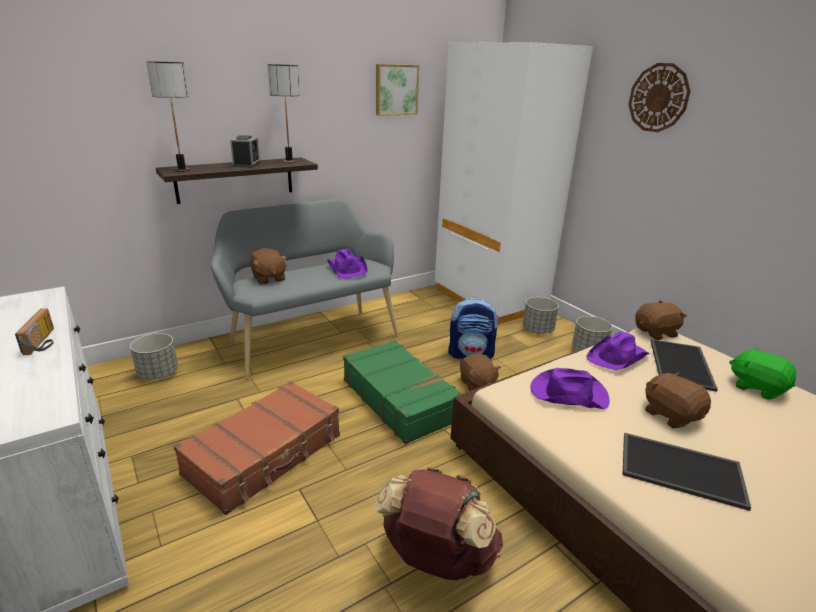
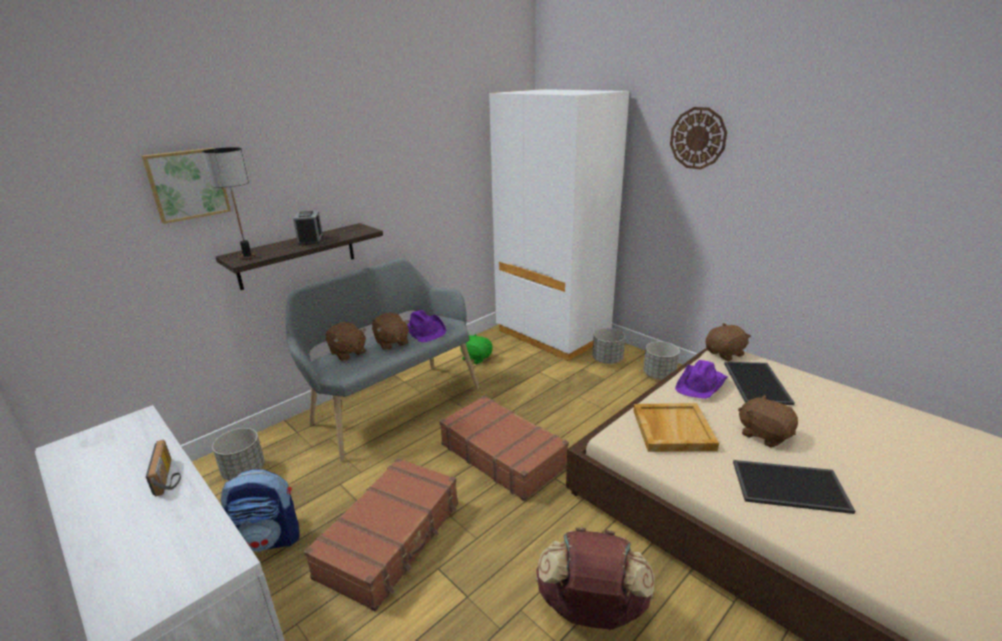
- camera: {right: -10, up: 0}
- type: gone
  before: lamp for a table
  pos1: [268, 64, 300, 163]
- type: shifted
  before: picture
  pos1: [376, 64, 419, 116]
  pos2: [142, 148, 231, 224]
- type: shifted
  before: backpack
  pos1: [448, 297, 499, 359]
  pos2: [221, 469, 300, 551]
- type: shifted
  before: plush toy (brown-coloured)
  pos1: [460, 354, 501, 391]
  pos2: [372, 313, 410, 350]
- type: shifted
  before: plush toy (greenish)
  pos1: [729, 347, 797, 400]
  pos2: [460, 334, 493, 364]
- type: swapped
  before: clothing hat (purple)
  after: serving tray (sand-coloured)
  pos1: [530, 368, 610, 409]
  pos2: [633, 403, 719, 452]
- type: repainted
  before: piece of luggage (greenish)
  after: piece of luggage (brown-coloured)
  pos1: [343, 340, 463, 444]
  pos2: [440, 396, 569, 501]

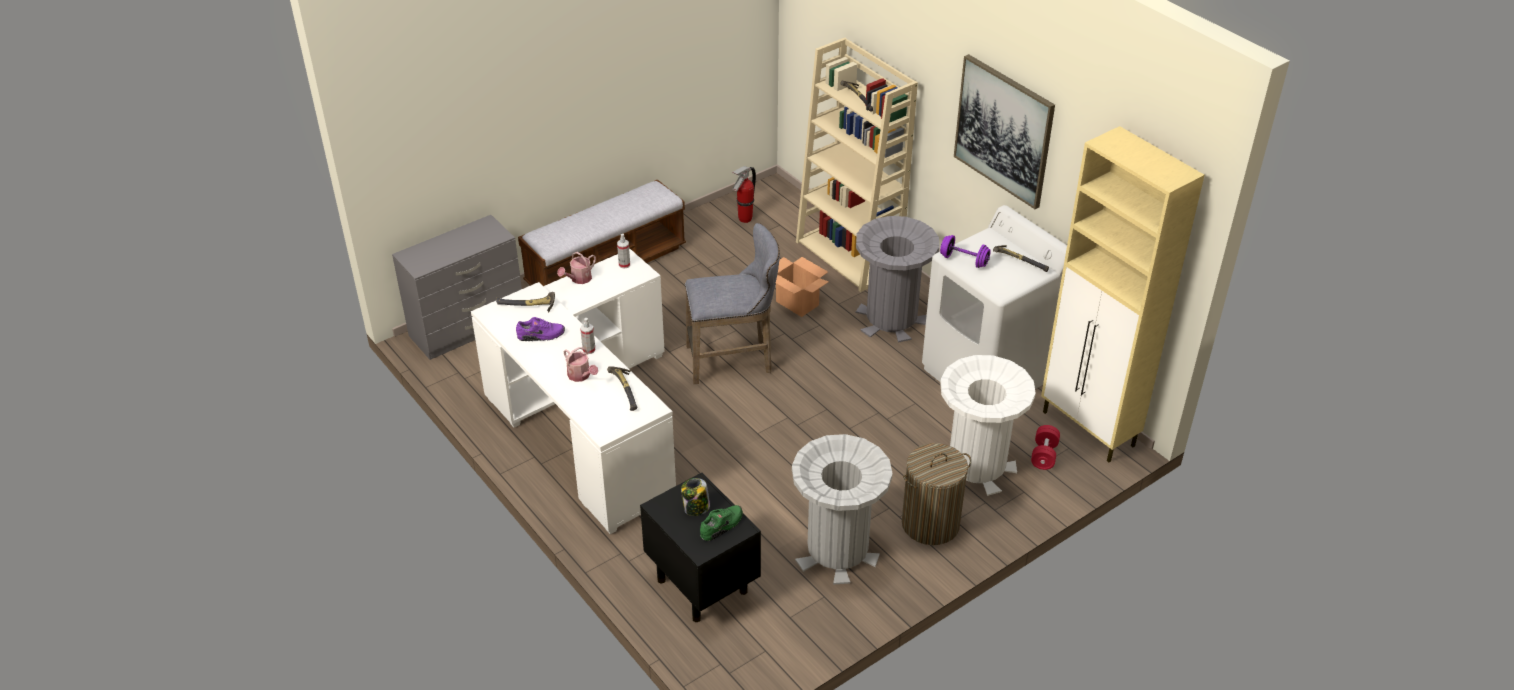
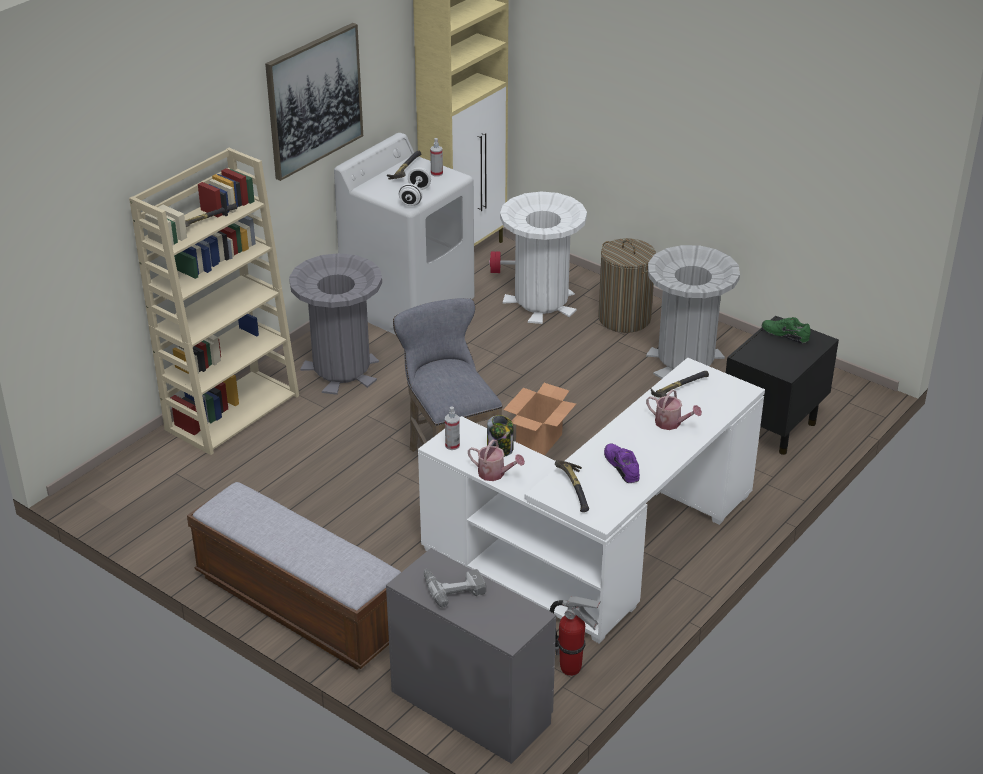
- camera: {right: -105, up: -5}
- type: new
  after: drill
  pos2: [424, 569, 486, 608]
- type: shifted
  before: spray bottle
  pos1: [580, 318, 595, 354]
  pos2: [430, 138, 443, 177]
- type: shifted
  before: storage jar
  pos1: [681, 478, 710, 516]
  pos2: [487, 415, 514, 457]
- type: shifted
  before: fire-fighting cylinder
  pos1: [732, 166, 756, 223]
  pos2: [550, 597, 601, 676]
- type: shifted
  before: packing box
  pos1: [776, 257, 829, 317]
  pos2: [503, 383, 576, 456]
- type: repainted
  before: free weight (purple)
  after: free weight (white-coloured)
  pos1: [940, 235, 991, 268]
  pos2: [399, 168, 431, 206]
- type: rotated
  before: watering pot
  pos1: [564, 347, 598, 382]
  pos2: [646, 389, 702, 430]
  turn: 90

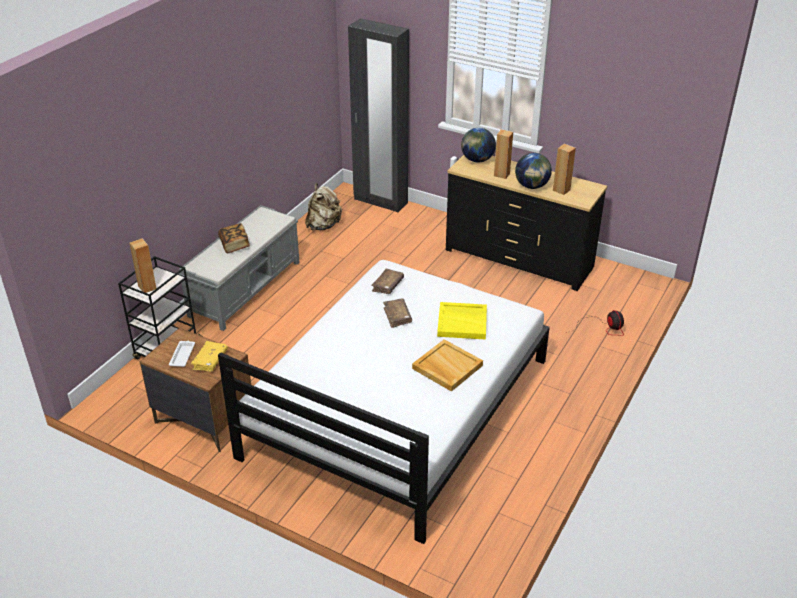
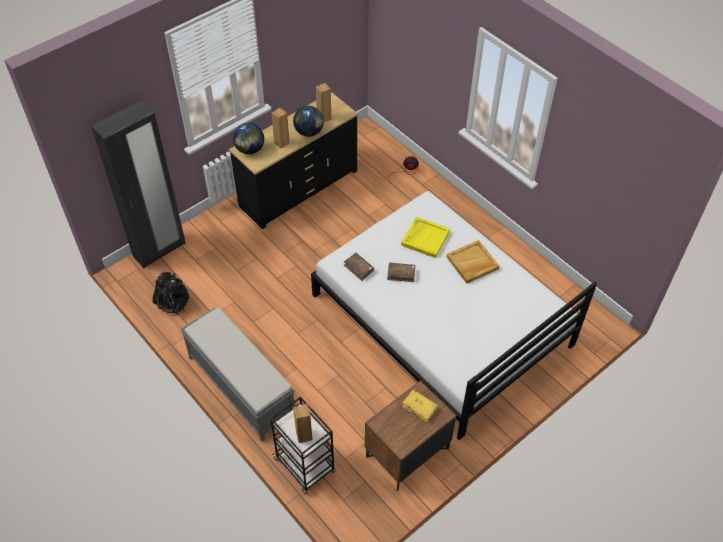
- camera: {right: -70, up: 15}
- type: gone
  before: serving tray (white-coloured)
  pos1: [169, 341, 195, 367]
- type: gone
  before: volume
  pos1: [218, 223, 250, 253]
- type: repainted
  before: backpack (sand-coloured)
  after: backpack (blackish)
  pos1: [305, 183, 342, 230]
  pos2: [152, 272, 190, 315]

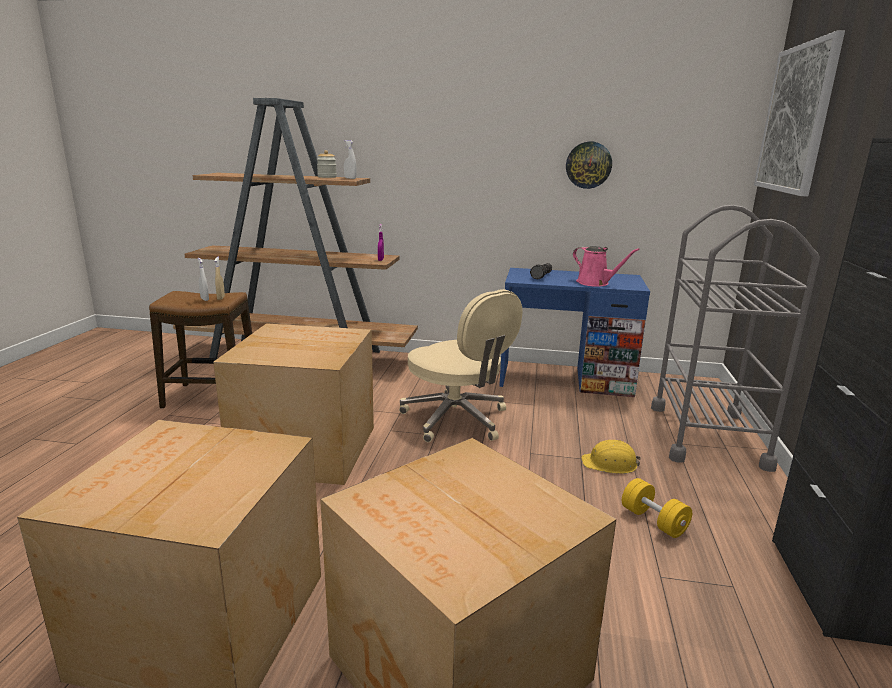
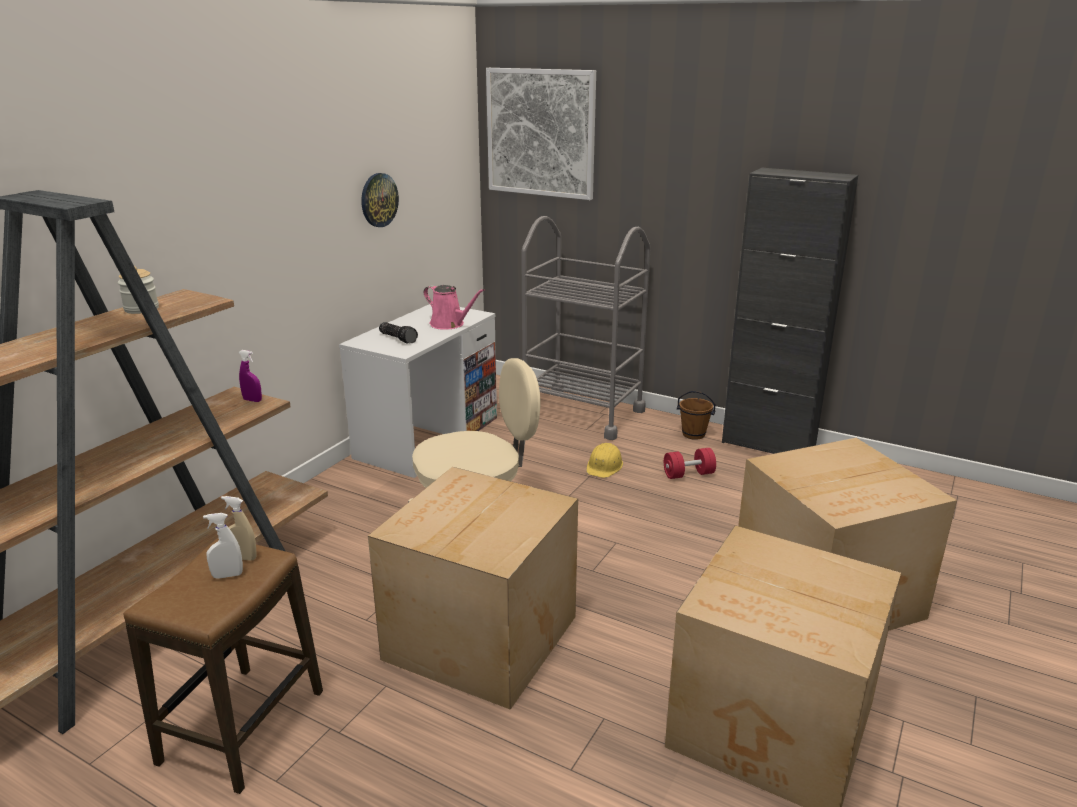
- camera: {right: -70, up: 5}
- type: gone
  before: spray bottle (white-coloured)
  pos1: [344, 140, 357, 179]
- type: new
  after: pail (brown-coloured)
  pos2: [677, 391, 716, 440]
- type: repainted
  before: desk (blue)
  after: desk (white-coloured)
  pos1: [499, 268, 650, 397]
  pos2: [339, 304, 497, 478]
- type: repainted
  before: free weight (yellow-coloured)
  after: free weight (reddish)
  pos1: [622, 478, 692, 538]
  pos2: [664, 448, 716, 479]
- type: rotated
  before: watering pot (pinkish)
  pos1: [573, 246, 640, 287]
  pos2: [424, 285, 485, 330]
  turn: 60

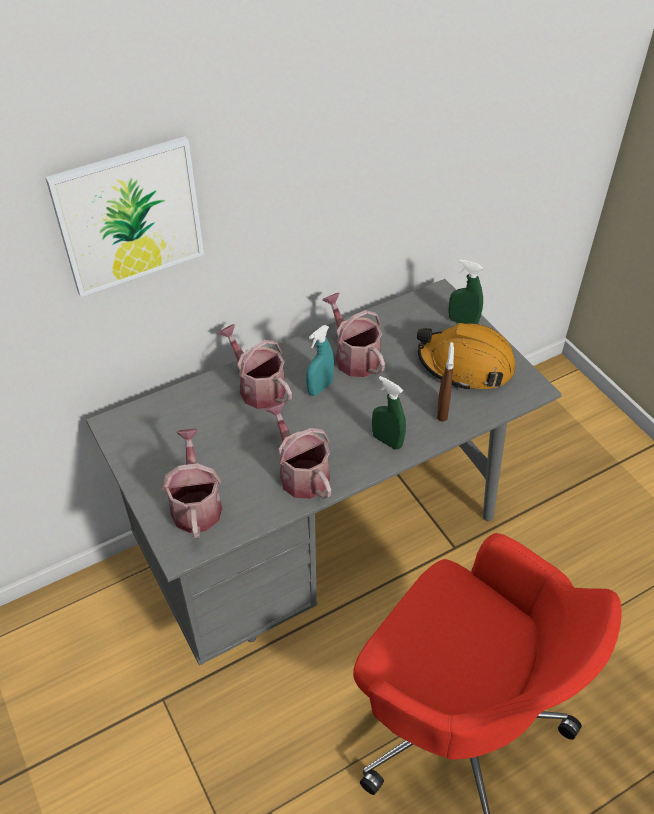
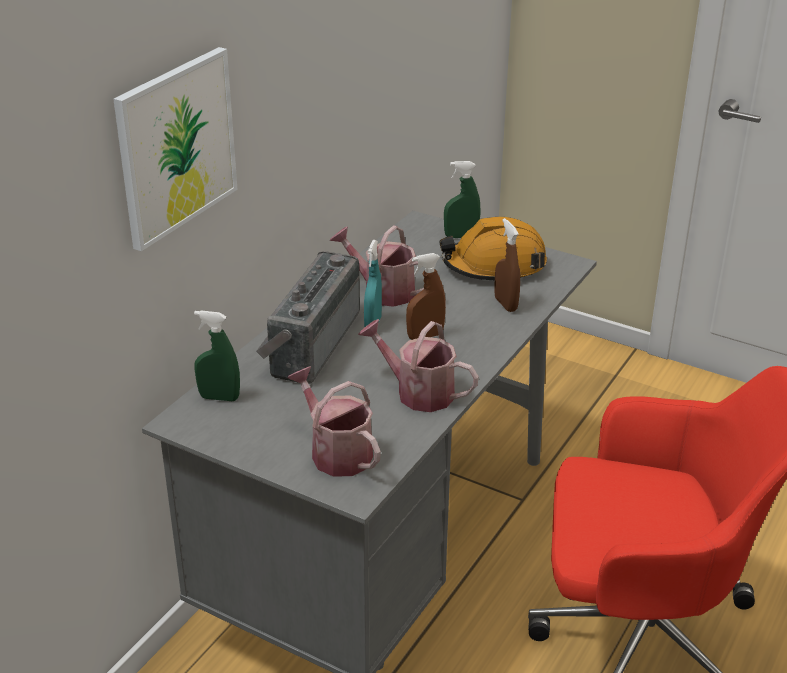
- camera: {right: -30, up: -15}
- type: new
  after: spray bottle (brown-coloured)
  pos2: [406, 253, 446, 340]
- type: shifted
  before: spray bottle (greenish)
  pos1: [372, 376, 406, 450]
  pos2: [194, 310, 240, 401]
- type: swapped
  before: watering pot
  after: radio set
  pos1: [218, 324, 292, 409]
  pos2: [256, 251, 360, 384]

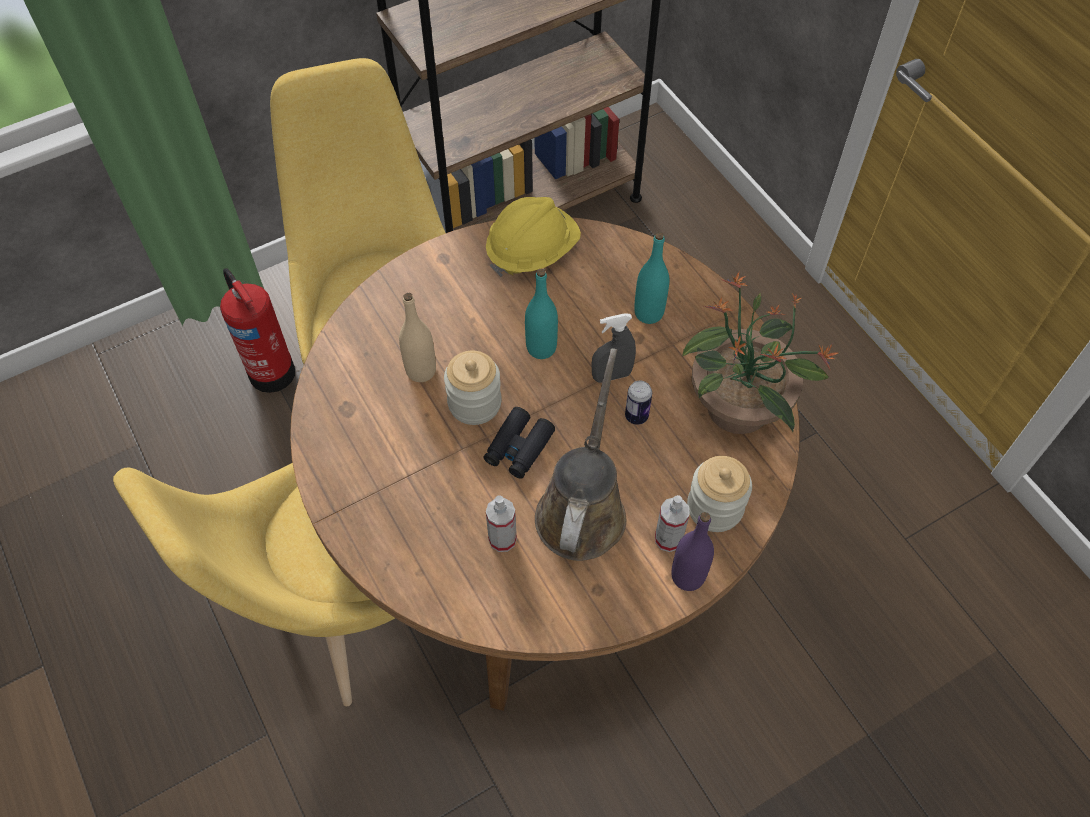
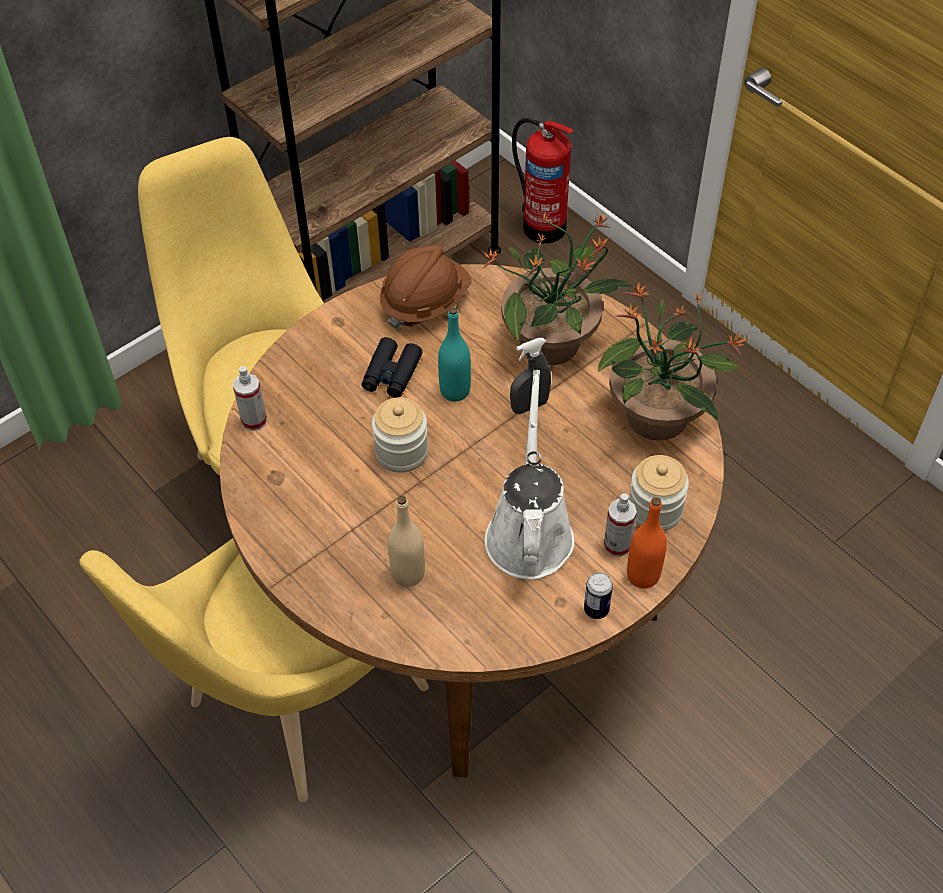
- camera: {right: -10, up: -5}
- type: shifted
  before: fire-fighting cylinder
  pos1: [220, 268, 295, 393]
  pos2: [512, 118, 574, 244]
- type: shifted
  before: beverage bottle (sand-coloured)
  pos1: [399, 293, 436, 382]
  pos2: [388, 496, 425, 587]
- type: shifted
  before: binoculars (blackish)
  pos1: [484, 407, 555, 479]
  pos2: [361, 337, 422, 398]
- type: shifted
  before: spray bottle
  pos1: [486, 495, 517, 552]
  pos2: [233, 366, 267, 431]
- type: shifted
  before: can
  pos1: [625, 381, 652, 425]
  pos2: [584, 572, 613, 619]
- type: swapped
  before: beverage bottle (turquoise-coloured)
  after: houseplant
  pos1: [634, 232, 669, 324]
  pos2: [482, 212, 633, 365]
- type: repainted
  before: hard hat (yellow-coloured)
  after: hard hat (brown-coloured)
  pos1: [486, 197, 581, 277]
  pos2: [380, 245, 471, 330]
- type: repainted
  before: watering pot (brown-coloured)
  after: watering pot (white-coloured)
  pos1: [535, 348, 626, 561]
  pos2: [485, 370, 574, 579]
- type: repainted
  before: beverage bottle (purple)
  after: beverage bottle (orangey)
  pos1: [671, 512, 714, 591]
  pos2: [627, 497, 667, 589]

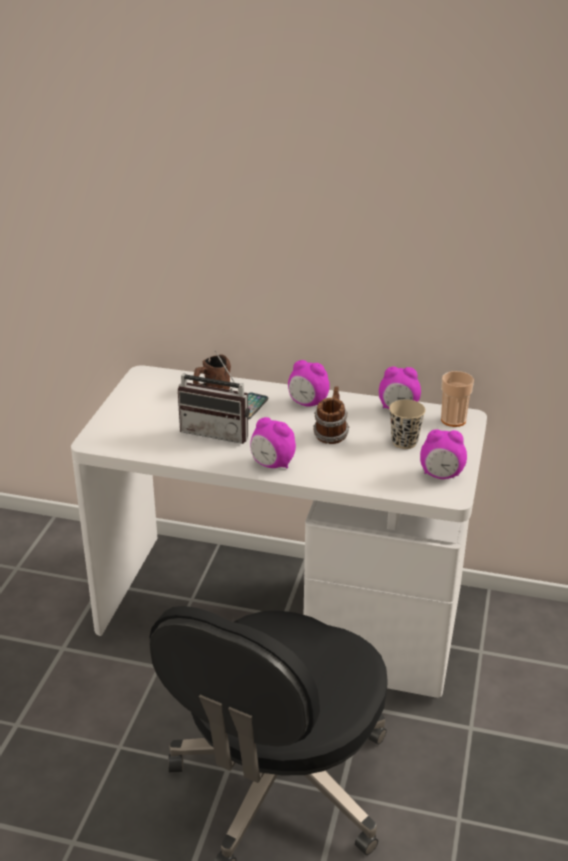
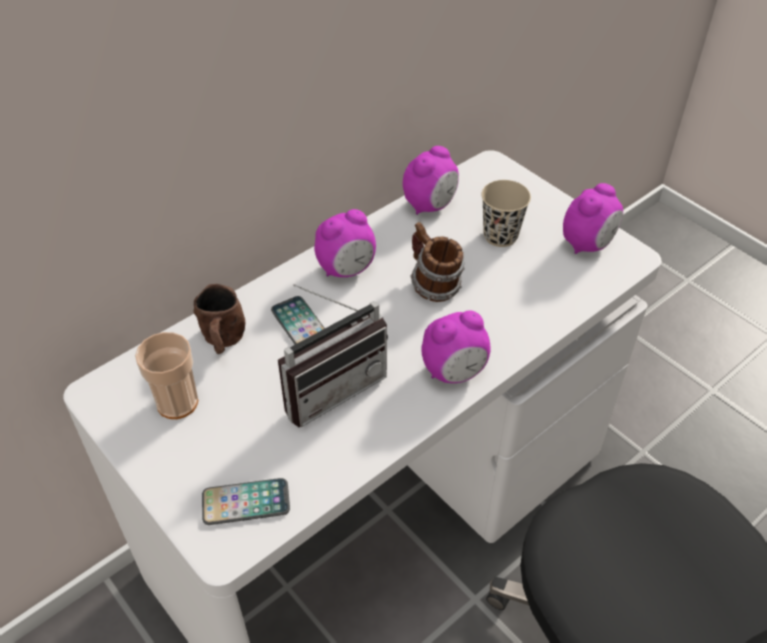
- camera: {right: -55, up: 15}
- type: new
  after: phone
  pos2: [202, 478, 290, 525]
- type: shifted
  before: cup
  pos1: [441, 371, 474, 427]
  pos2: [135, 332, 198, 419]

